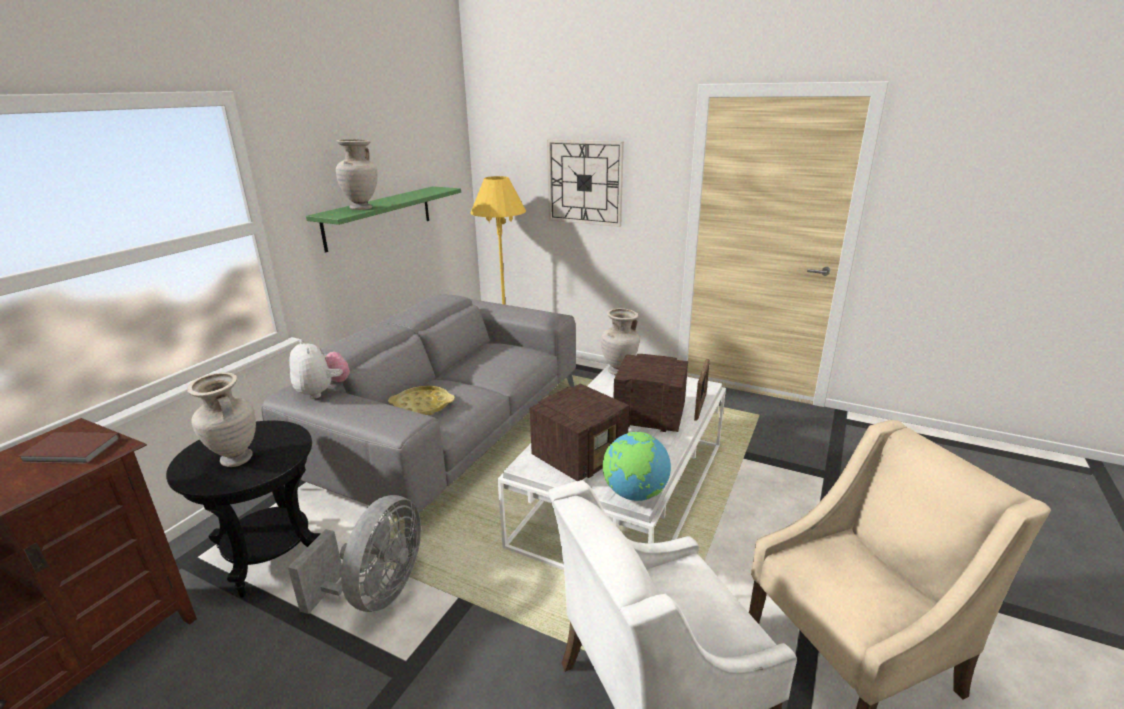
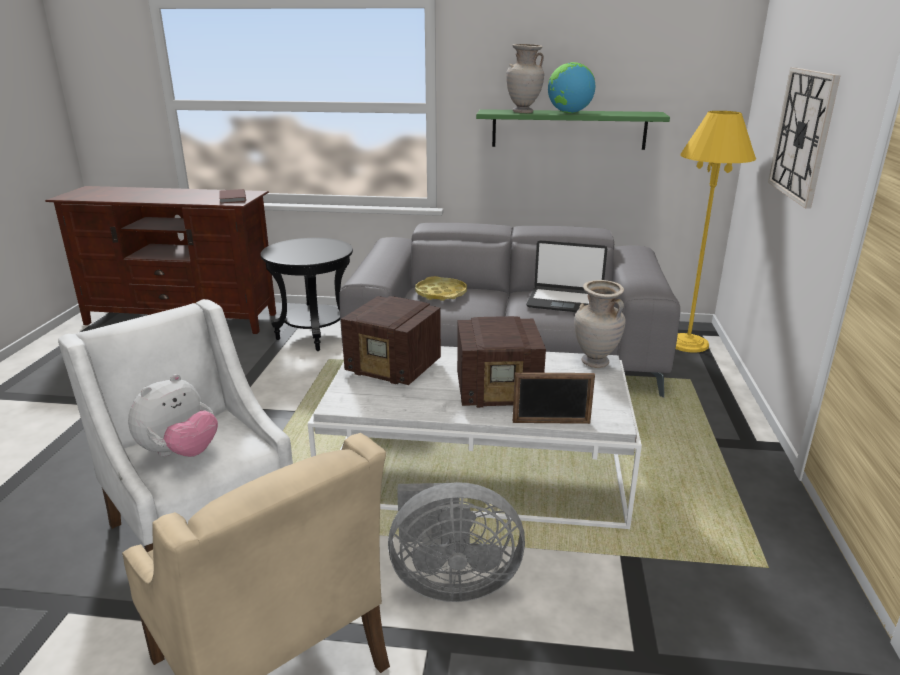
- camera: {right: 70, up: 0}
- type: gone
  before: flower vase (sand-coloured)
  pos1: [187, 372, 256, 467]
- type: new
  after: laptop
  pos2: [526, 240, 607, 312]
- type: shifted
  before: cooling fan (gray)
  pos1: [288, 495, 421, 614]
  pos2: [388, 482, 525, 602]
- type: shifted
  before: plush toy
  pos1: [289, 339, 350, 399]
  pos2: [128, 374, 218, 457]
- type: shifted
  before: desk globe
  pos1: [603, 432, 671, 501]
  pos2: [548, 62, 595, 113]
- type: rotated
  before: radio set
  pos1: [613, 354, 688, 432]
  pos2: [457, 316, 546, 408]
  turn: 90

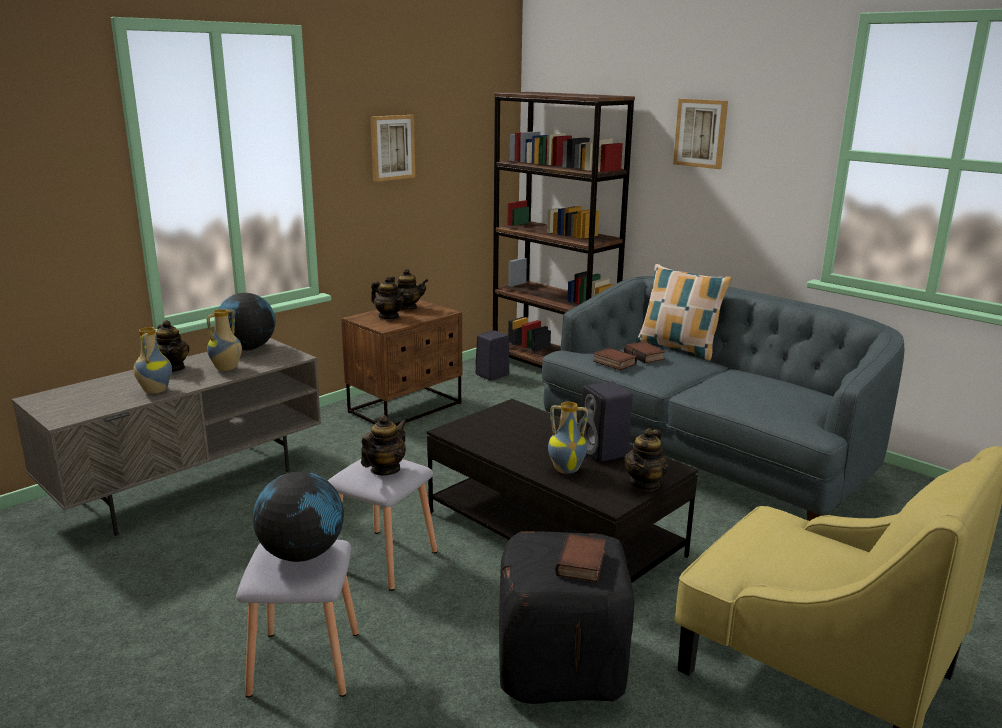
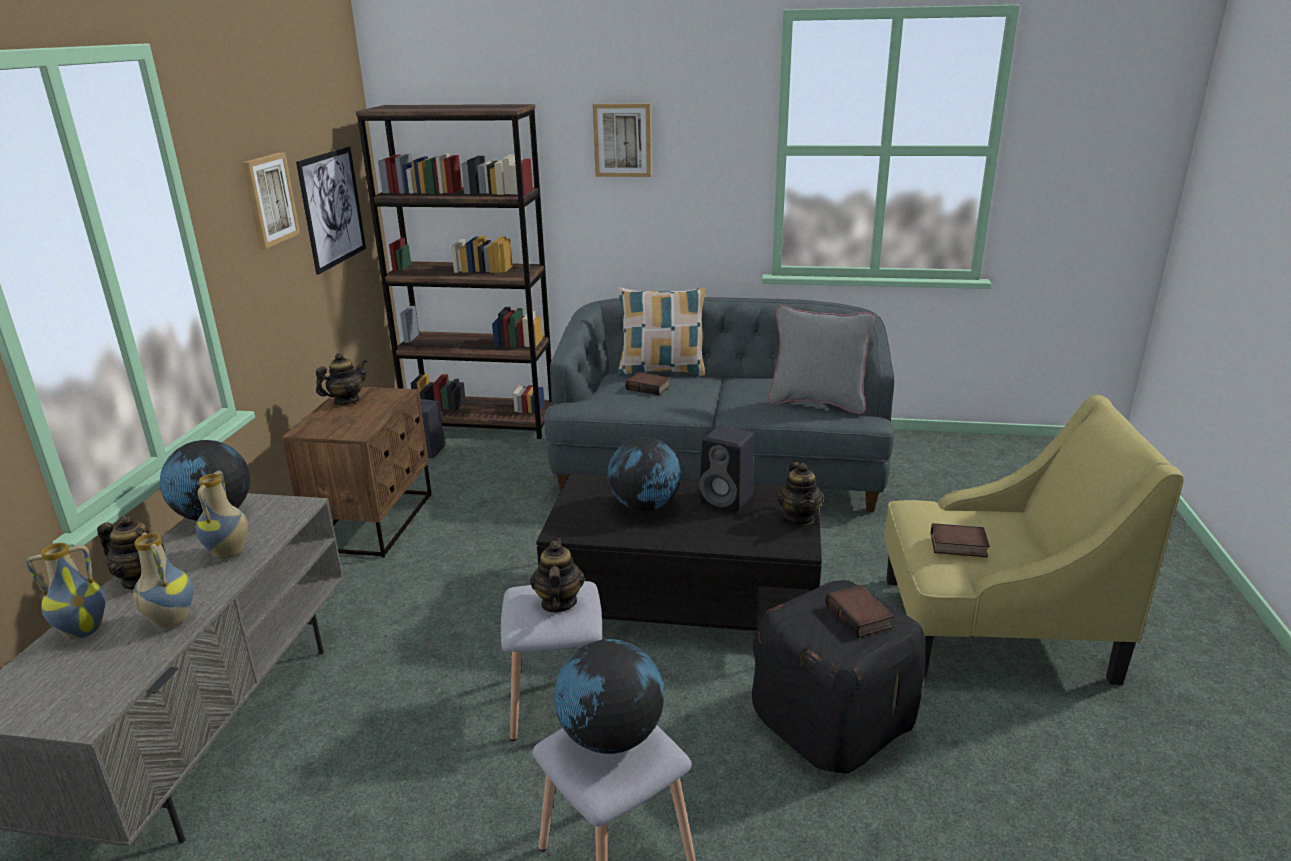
- camera: {right: -35, up: 5}
- type: gone
  before: pot for tea
  pos1: [371, 276, 406, 319]
- type: new
  after: picture
  pos2: [296, 146, 366, 275]
- type: new
  after: desk globe
  pos2: [607, 437, 681, 511]
- type: new
  after: cushion (gray)
  pos2: [767, 305, 876, 414]
- type: shifted
  before: flower vase
  pos1: [548, 402, 588, 474]
  pos2: [26, 543, 106, 639]
- type: shifted
  before: volume
  pos1: [593, 348, 637, 370]
  pos2: [931, 523, 990, 557]

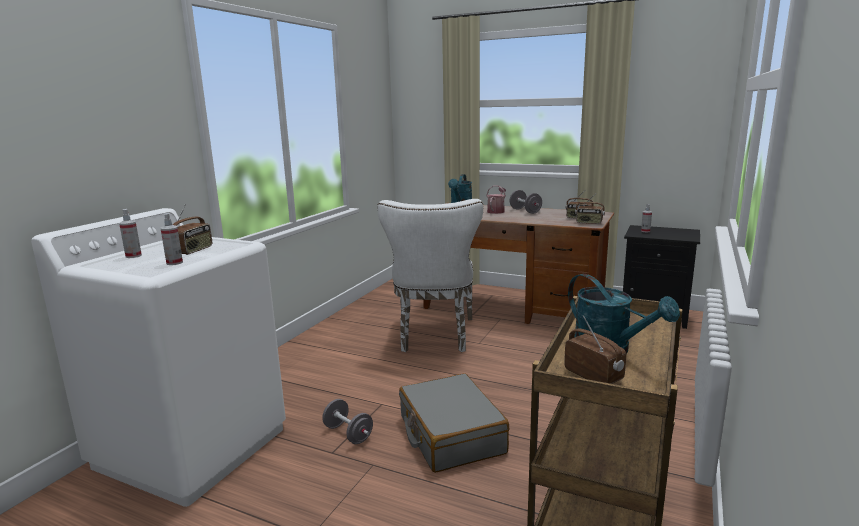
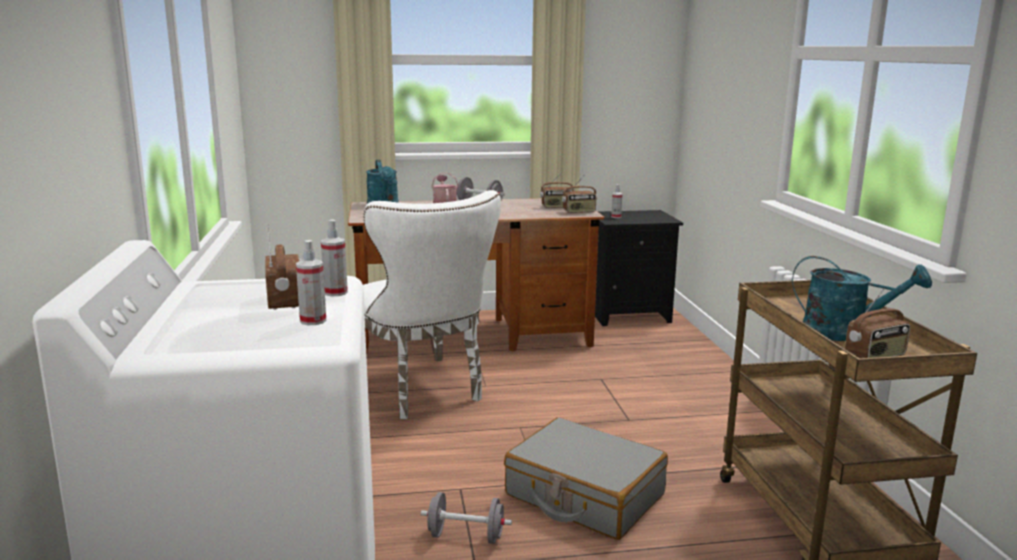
- camera: {right: -35, up: 0}
- type: shifted
  before: spray bottle
  pos1: [119, 209, 142, 258]
  pos2: [321, 220, 348, 296]
- type: rotated
  before: radio set
  pos1: [564, 315, 626, 384]
  pos2: [845, 288, 910, 358]
  turn: 135

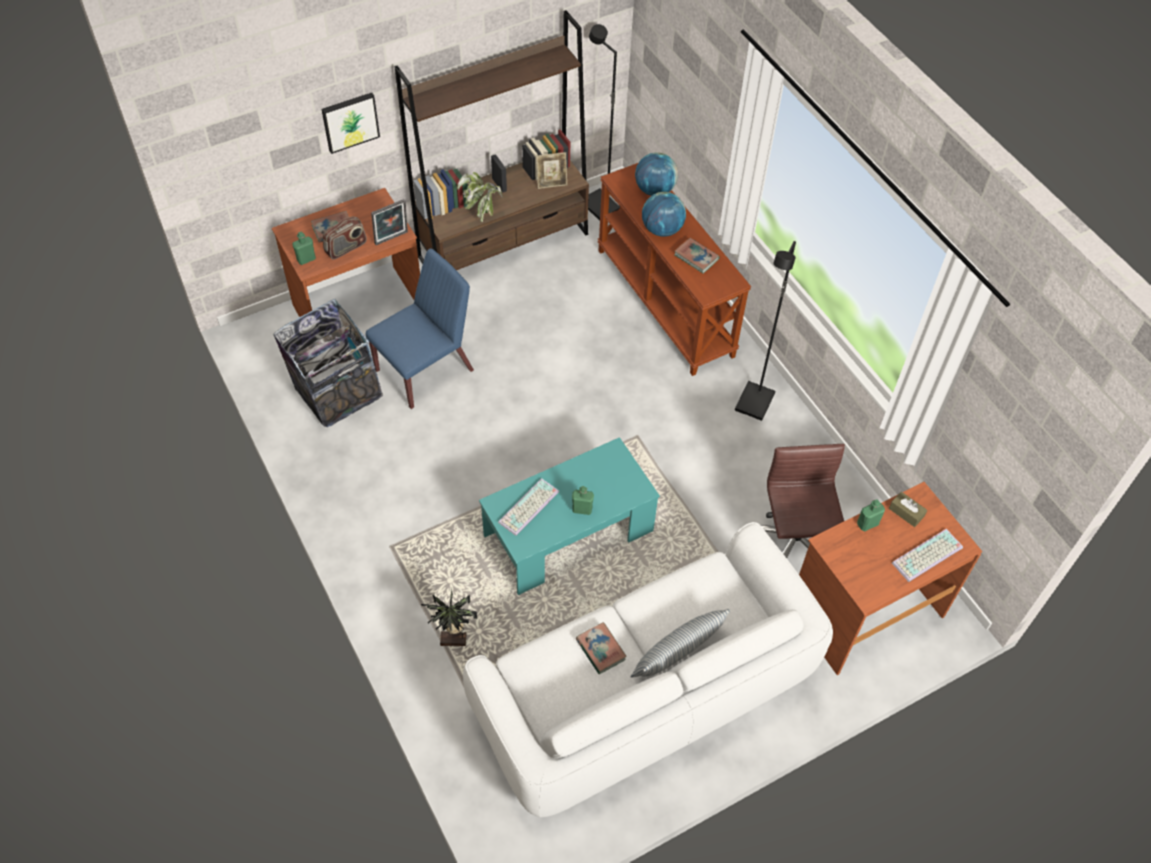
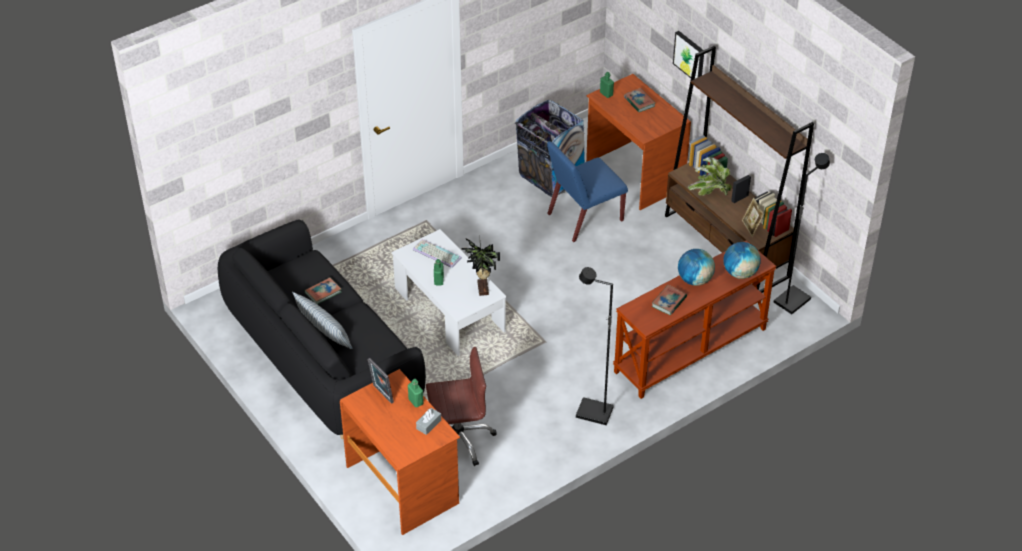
- camera: {right: 85, up: -10}
- type: gone
  before: radio set
  pos1: [323, 217, 367, 260]
- type: gone
  before: keyboard
  pos1: [892, 529, 963, 582]
- type: shifted
  before: photo frame
  pos1: [371, 199, 408, 245]
  pos2: [368, 358, 394, 404]
- type: shifted
  before: houseplant
  pos1: [421, 589, 477, 646]
  pos2: [461, 235, 500, 296]
- type: repainted
  before: couch (white-coloured)
  after: couch (blackish)
  pos1: [463, 522, 833, 817]
  pos2: [218, 220, 426, 439]
- type: repainted
  before: low table (turquoise-coloured)
  after: low table (white-coloured)
  pos1: [479, 437, 660, 595]
  pos2: [391, 229, 507, 356]
- type: repainted
  before: tissue box (brown-coloured)
  after: tissue box (gray)
  pos1: [889, 492, 927, 527]
  pos2: [416, 408, 441, 435]
- type: rotated
  before: upright chair (blue)
  pos1: [366, 248, 474, 409]
  pos2: [547, 141, 628, 242]
  turn: 105

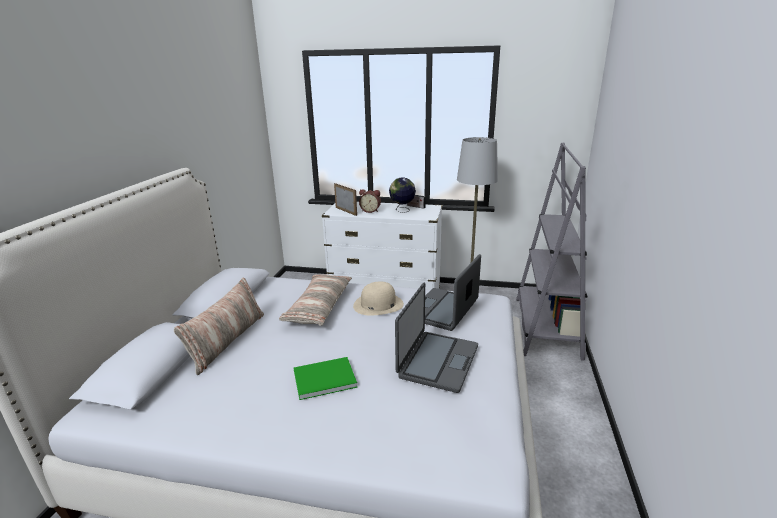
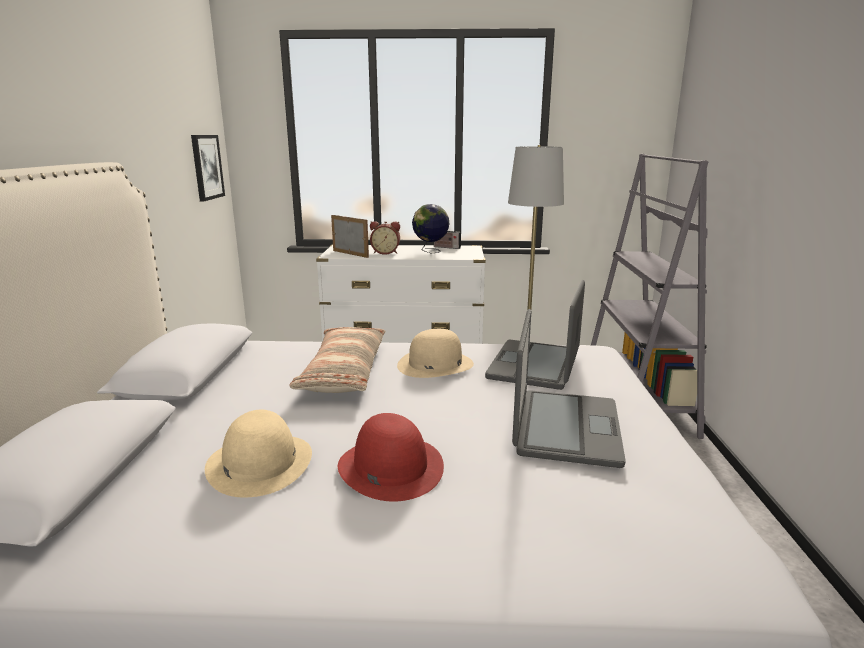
- camera: {right: -10, up: -5}
- type: gone
  before: cushion
  pos1: [174, 277, 264, 375]
- type: new
  after: picture
  pos2: [191, 135, 225, 201]
- type: new
  after: clothing hat (sand-coloured)
  pos2: [205, 410, 312, 497]
- type: swapped
  before: volume (greenish)
  after: clothing hat (reddish)
  pos1: [294, 357, 357, 400]
  pos2: [338, 413, 444, 502]

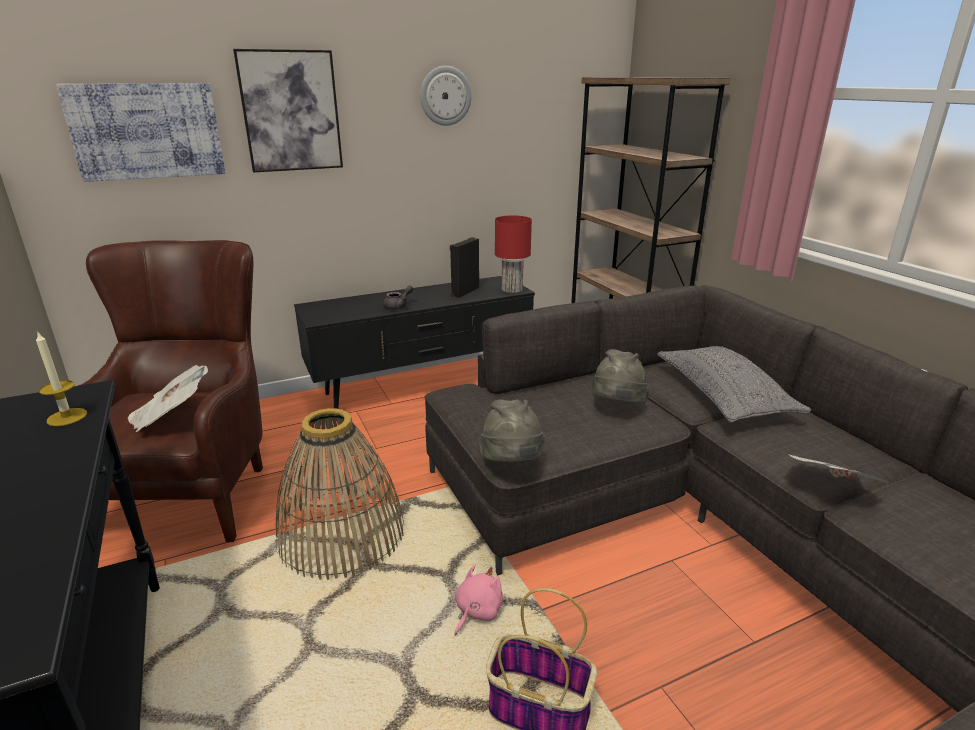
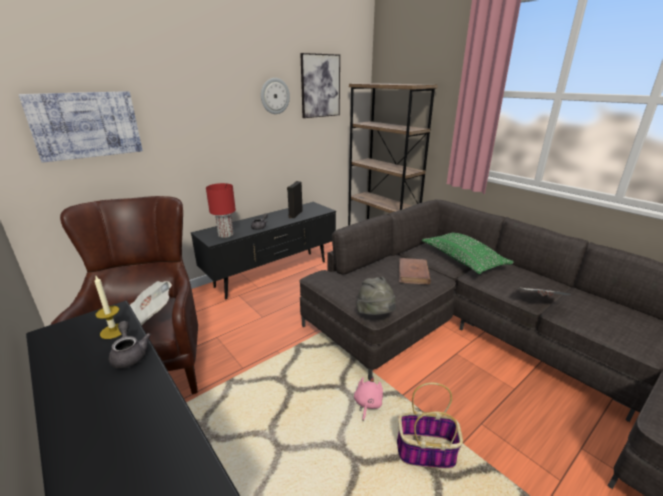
- camera: {right: -15, up: 0}
- type: gone
  before: basket
  pos1: [275, 408, 404, 580]
- type: new
  after: pot for tea (gray)
  pos2: [109, 321, 151, 369]
- type: shifted
  before: picture
  pos1: [233, 49, 343, 173]
  pos2: [300, 53, 340, 118]
- type: shifted
  before: lamp for a table (reddish)
  pos1: [495, 215, 532, 293]
  pos2: [206, 183, 236, 238]
- type: swapped
  before: clothing hat (gray)
  after: volume (brown-coloured)
  pos1: [592, 349, 649, 403]
  pos2: [399, 258, 431, 285]
- type: repainted
  before: cushion (gray)
  after: cushion (greenish)
  pos1: [657, 346, 811, 423]
  pos2: [422, 232, 514, 274]

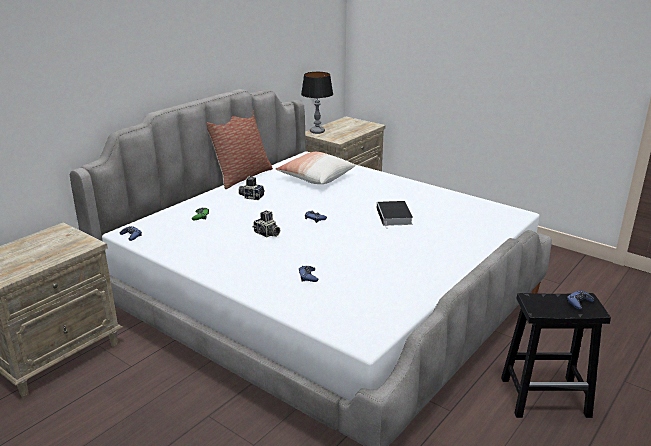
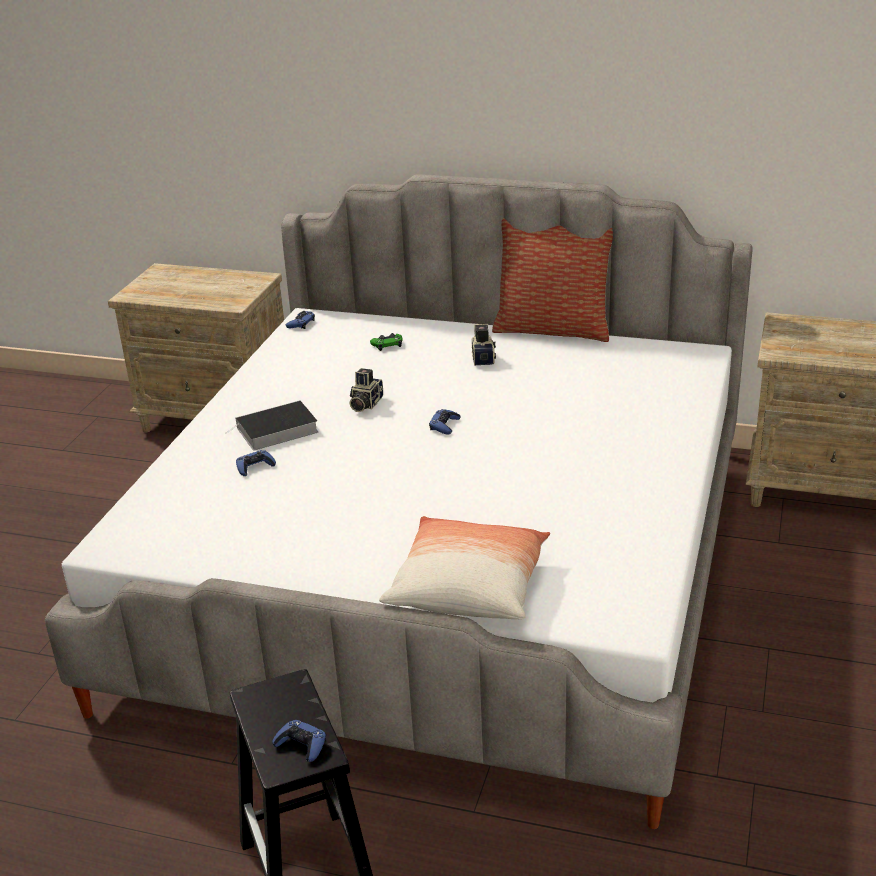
- camera: {right: 70, up: 5}
- type: gone
  before: lamp for a table
  pos1: [301, 72, 333, 134]
- type: shifted
  before: cushion
  pos1: [276, 152, 355, 184]
  pos2: [379, 516, 550, 619]
- type: shifted
  before: volume
  pos1: [377, 201, 413, 229]
  pos2: [226, 400, 318, 450]

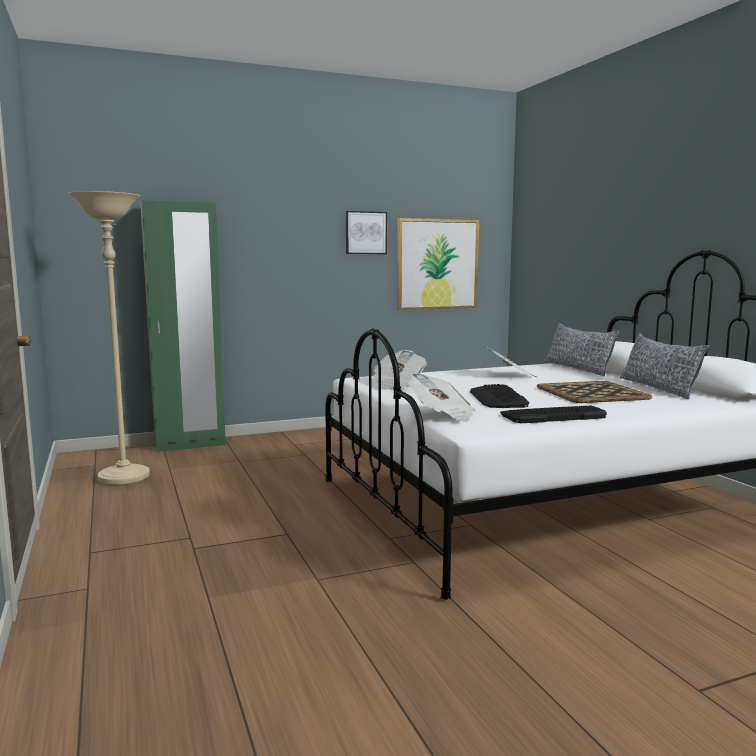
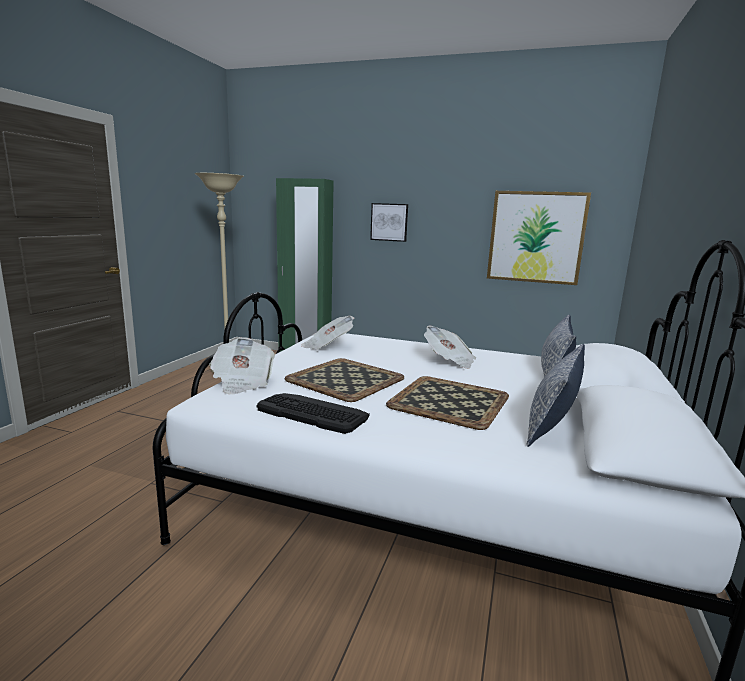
- camera: {right: 40, up: 5}
- type: shifted
  before: picture
  pos1: [346, 211, 387, 254]
  pos2: [370, 203, 408, 242]
- type: swapped
  before: keyboard
  after: serving tray
  pos1: [470, 384, 529, 408]
  pos2: [285, 358, 404, 402]

